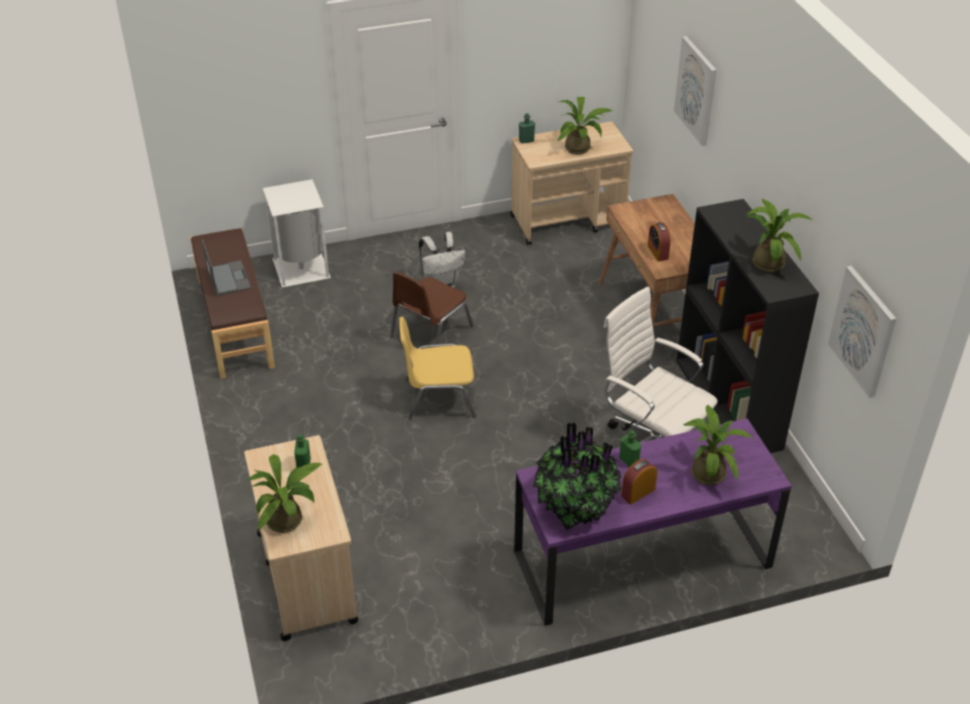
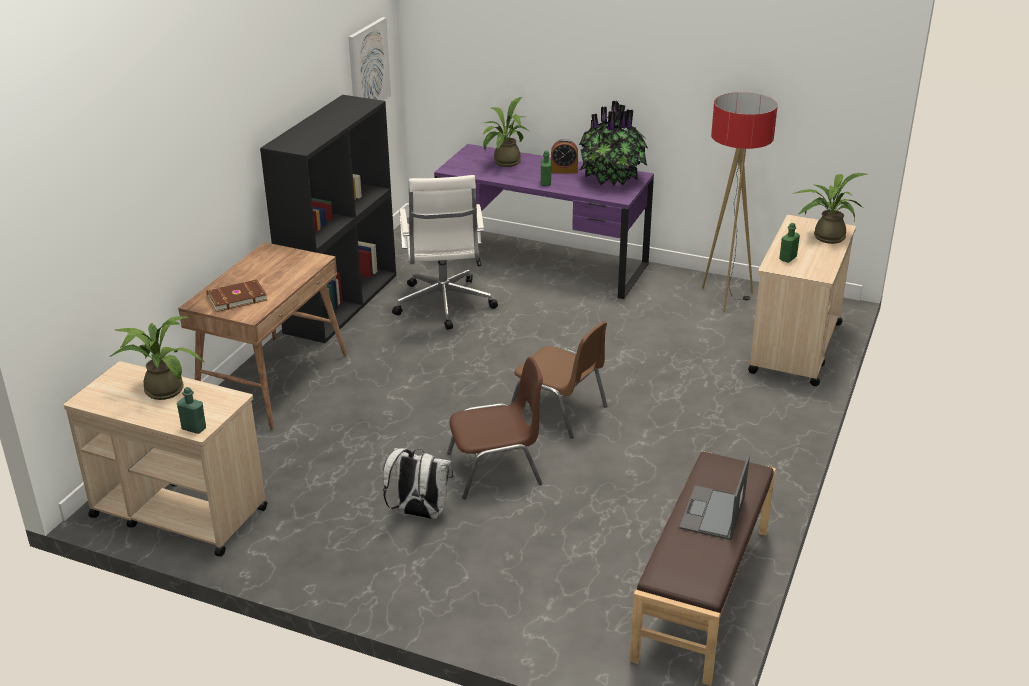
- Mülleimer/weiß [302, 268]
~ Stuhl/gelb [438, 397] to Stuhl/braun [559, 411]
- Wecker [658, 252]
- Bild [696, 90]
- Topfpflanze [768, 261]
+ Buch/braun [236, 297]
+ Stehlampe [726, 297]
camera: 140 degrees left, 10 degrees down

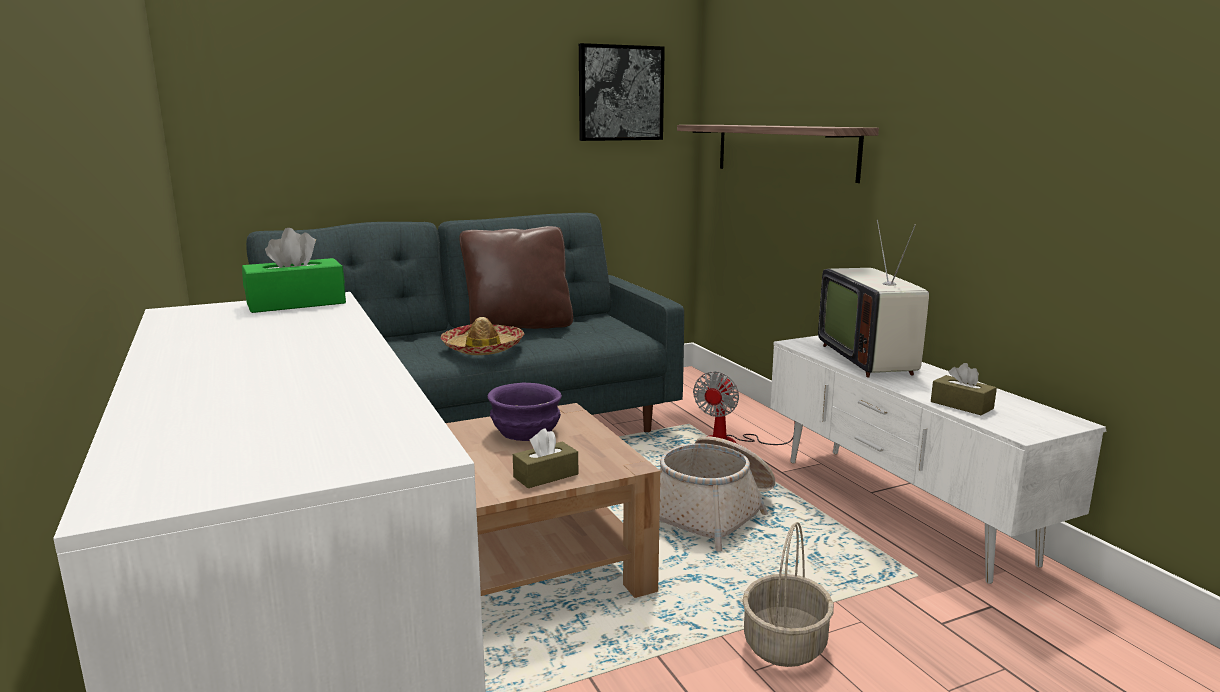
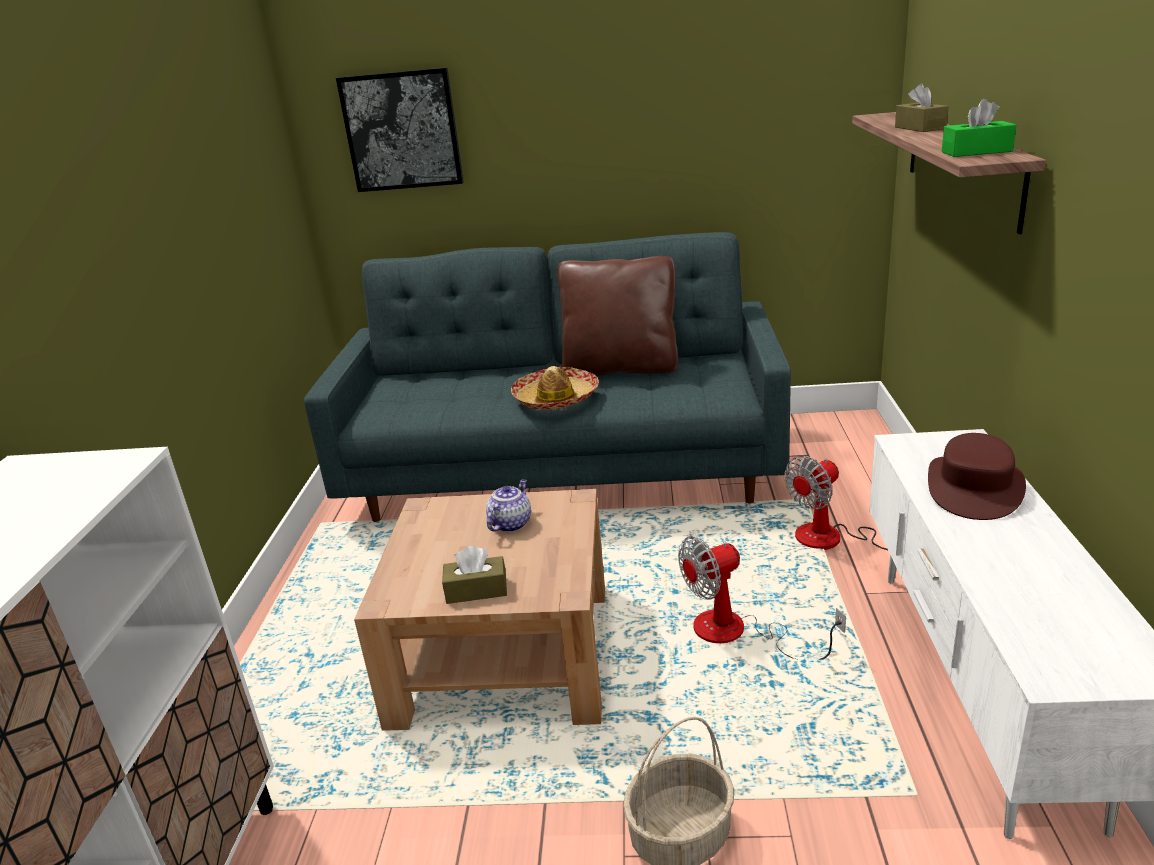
~ Taschentuchbox/grün [296, 303] to [976, 152]
~ Schüssel/lila [525, 432] to Teekanne [510, 523]
~ Bild [620, 93] to [402, 131]
~ Korb [712, 512] to Ventilator [737, 633]
~ Fernseher [870, 359] to Hut/braun [974, 488]
~ Taschentuchbox/braun [961, 405] to [920, 128]
camera: 30 degrees right, 10 degrees up

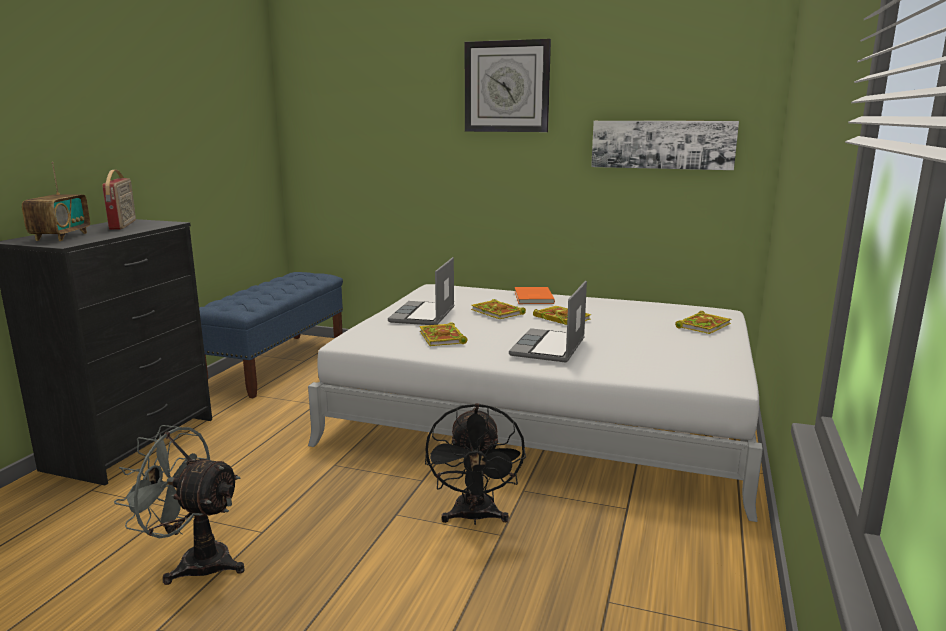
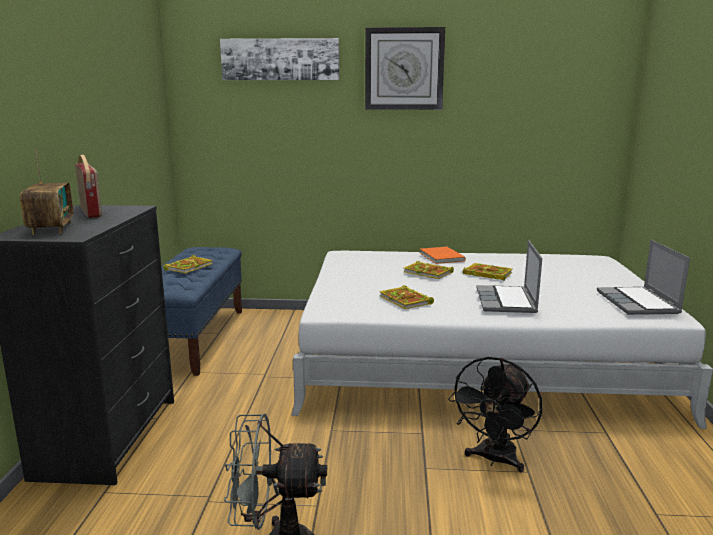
~ Laptop [423, 315] to [638, 303]
~ Ventilator/schwarz [474, 518] = [494, 460] 45 degrees clockwise
~ Bild [662, 144] to [280, 59]
~ Buch [703, 325] to [189, 267]
camera: 15 degrees left, 0 degrees up

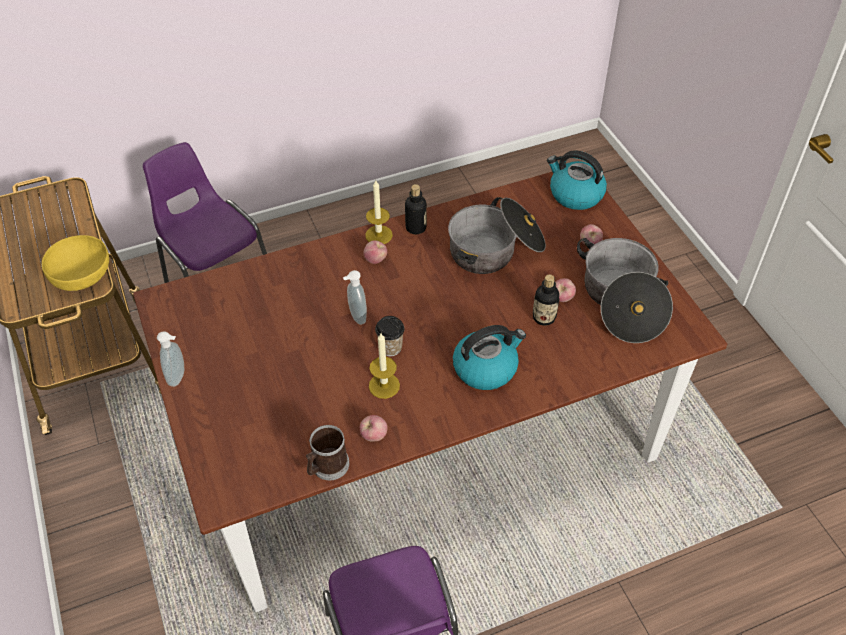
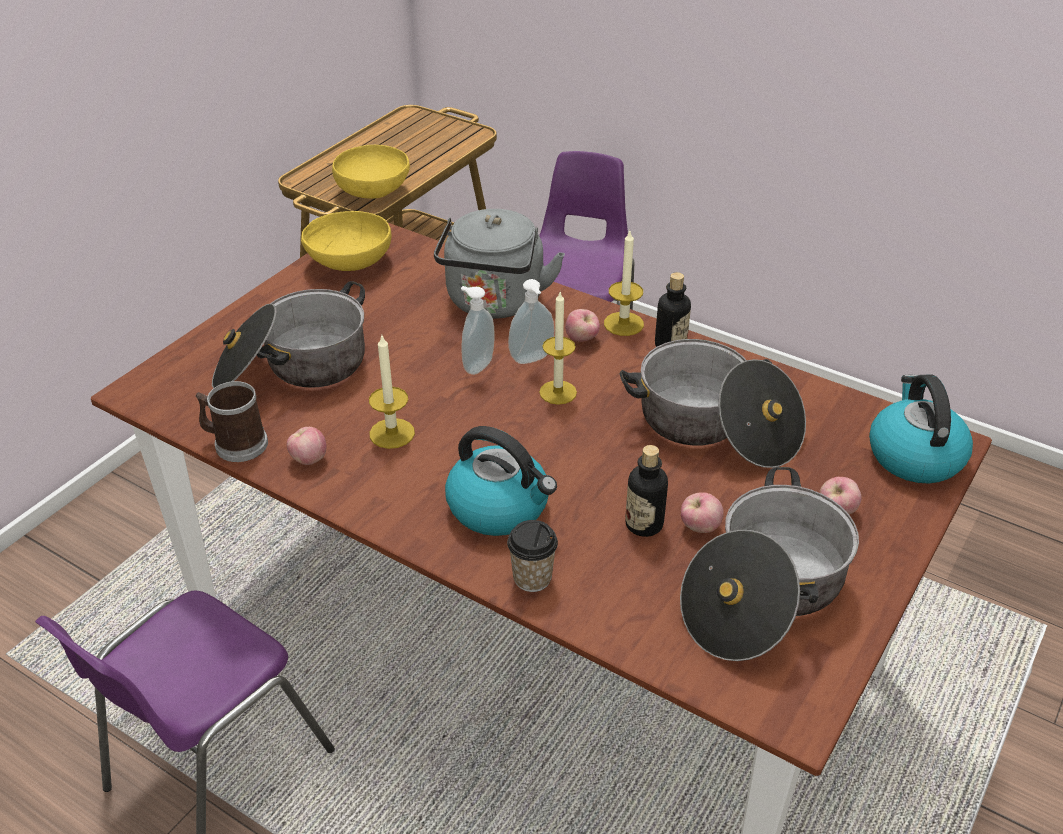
~ Seifenspender [179, 377] to [532, 359]
~ Tasse [390, 348] to [532, 578]
+ Kochtopf [293, 367]
+ Schüssel/gelb [349, 264]
+ Wasserkessel/grau [494, 303]
+ Kerze [558, 392]
camera: 55 degrees right, 10 degrees down

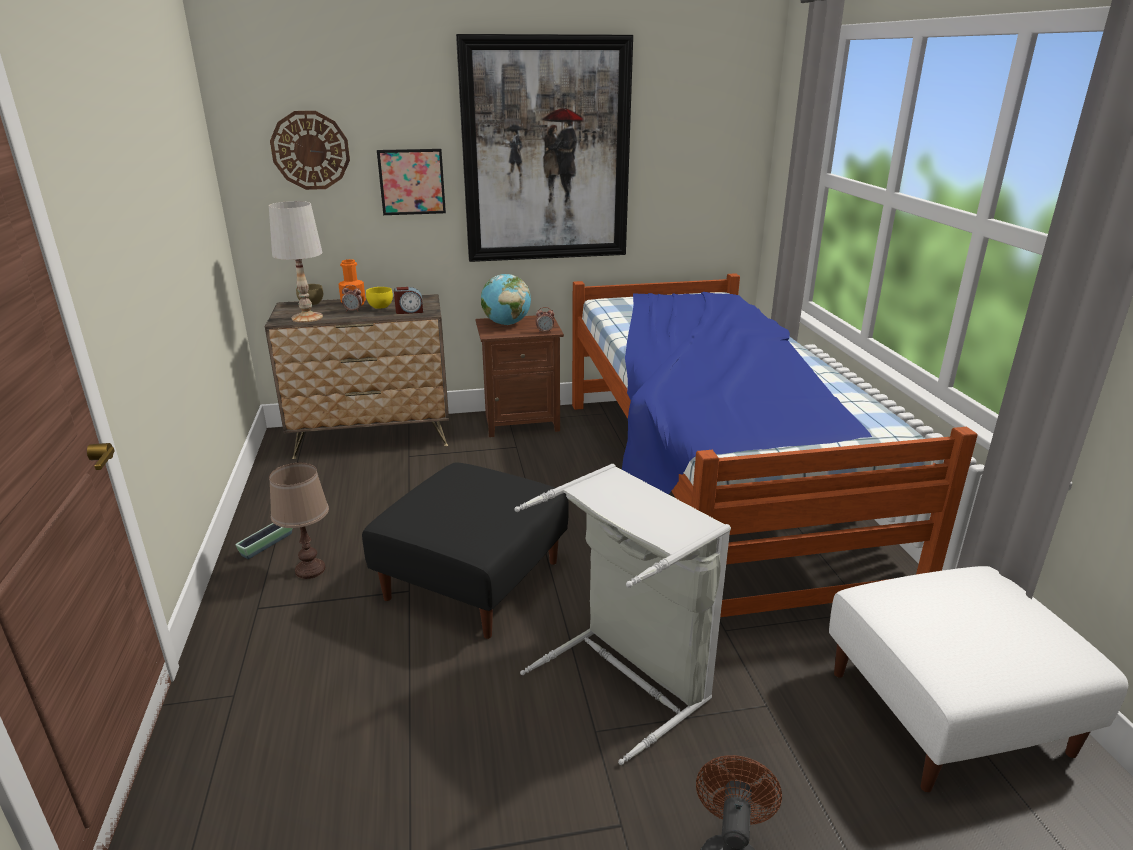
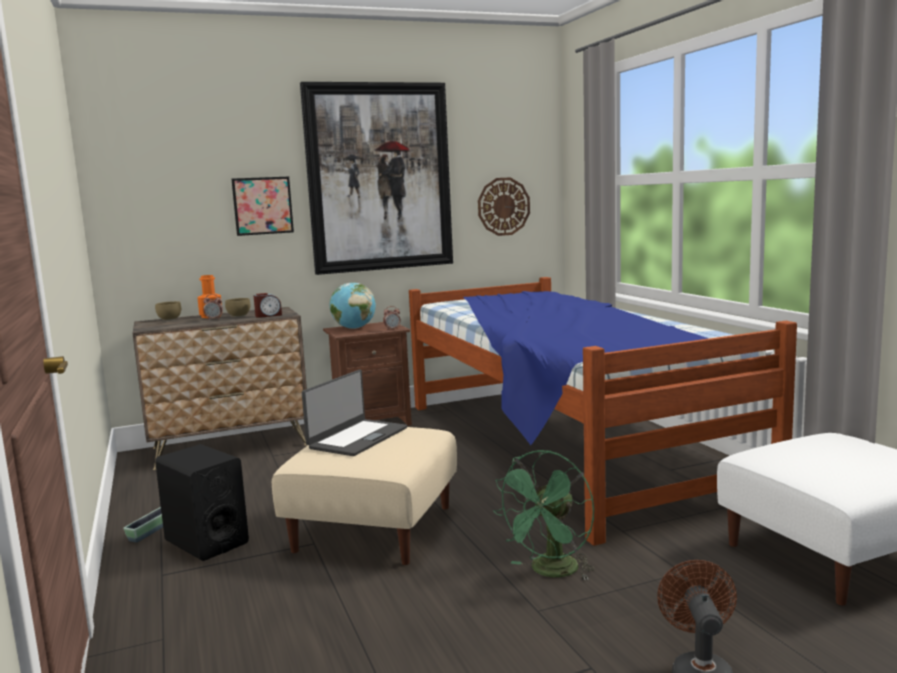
- Tischlampe/weiß [307, 317]
~ Tischlampe/braun [310, 569] to Lautsprecher/schwarz [206, 541]
~ Wanduhr [310, 150] to [503, 206]
~ Polsterhocker/schwarz [472, 579] to Polsterhocker/beige [373, 528]
~ Schüssel/gelb [381, 307] to Schüssel/braun [239, 316]
~ Wäschekorb/grau [628, 678] to Ventilator/grün [550, 572]
+ Laptop [357, 438]
camera: 10 degrees left, 15 degrees down

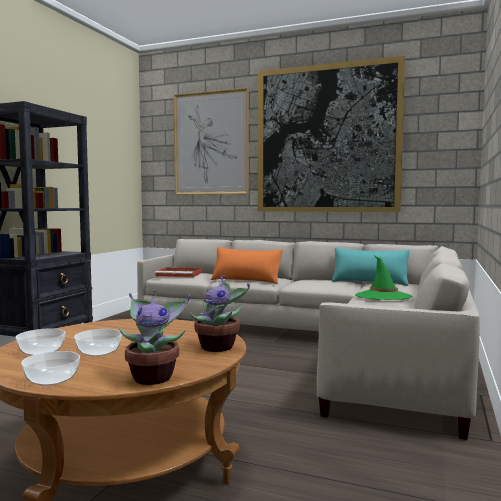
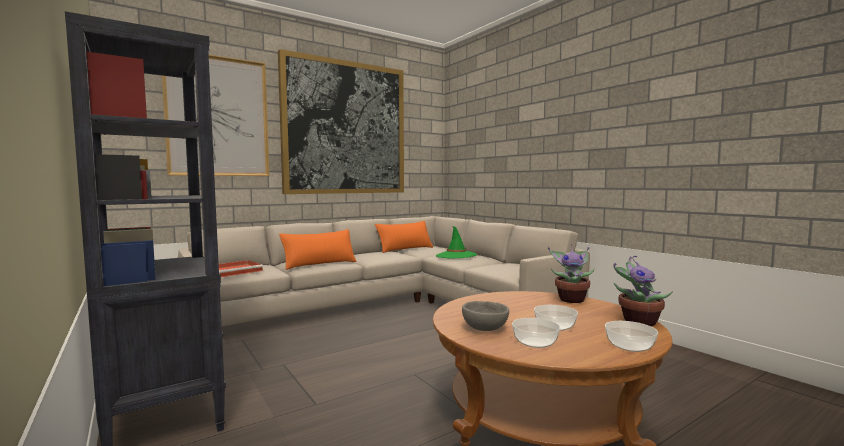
~ Kissen/türkis [369, 282] to Kissen/orange [405, 249]
+ Schüssel/grau [484, 328]
camera: 55 degrees left, 0 degrees up

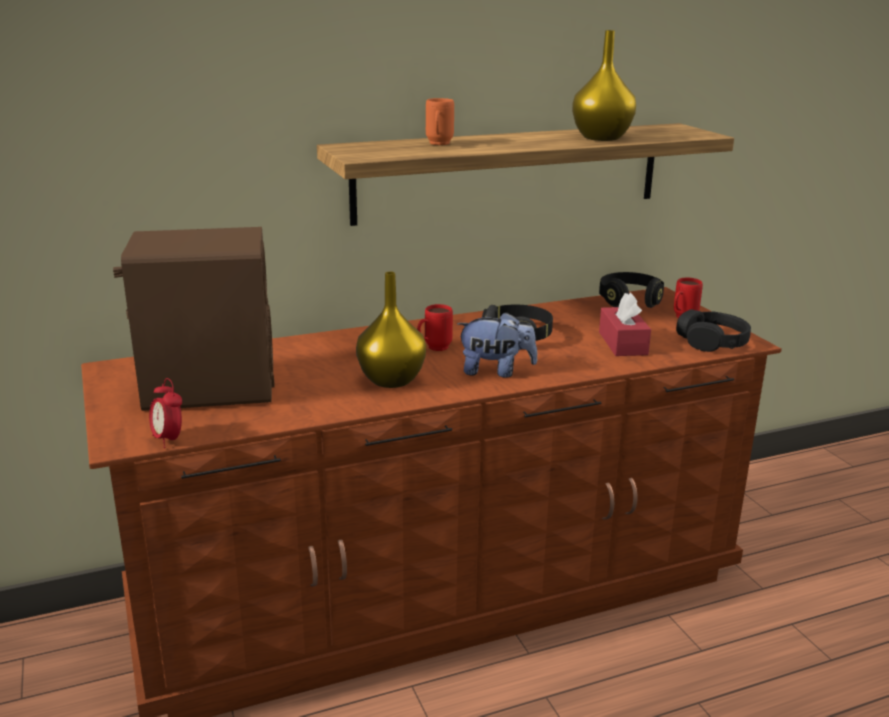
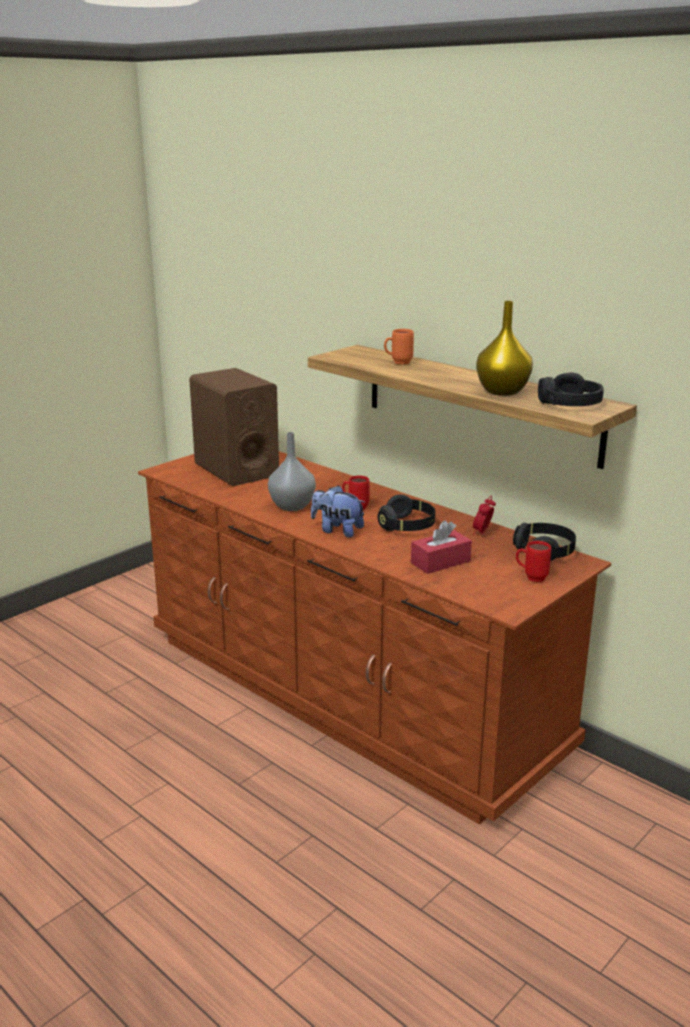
~ Wecker [168, 440] to [482, 533]
~ Vase/gelb [390, 380] to Vase/grau [291, 506]
~ Plüschtier [496, 371] = [337, 530] 135 degrees clockwise
~ Kopfhörer/schwarz [712, 341] to [569, 403]
camera: 65 degrees right, 0 degrees up

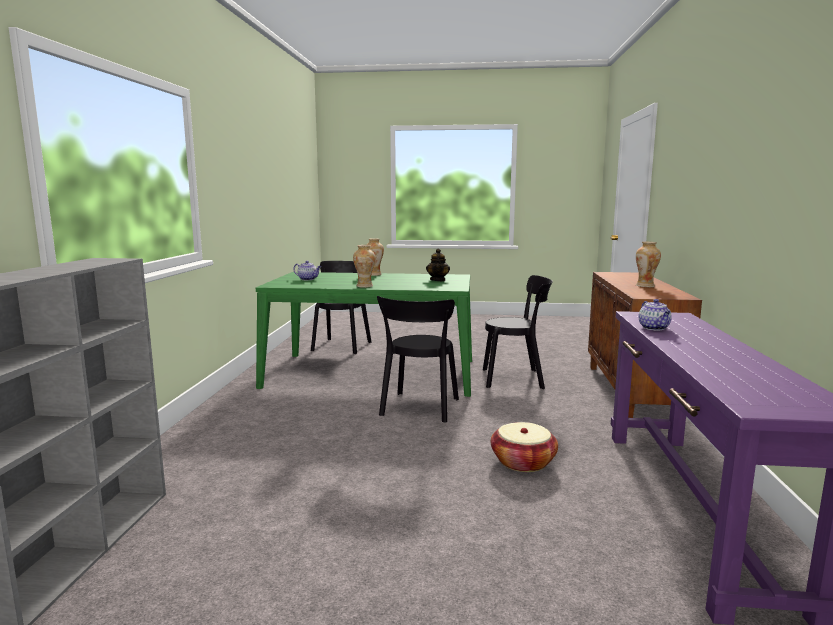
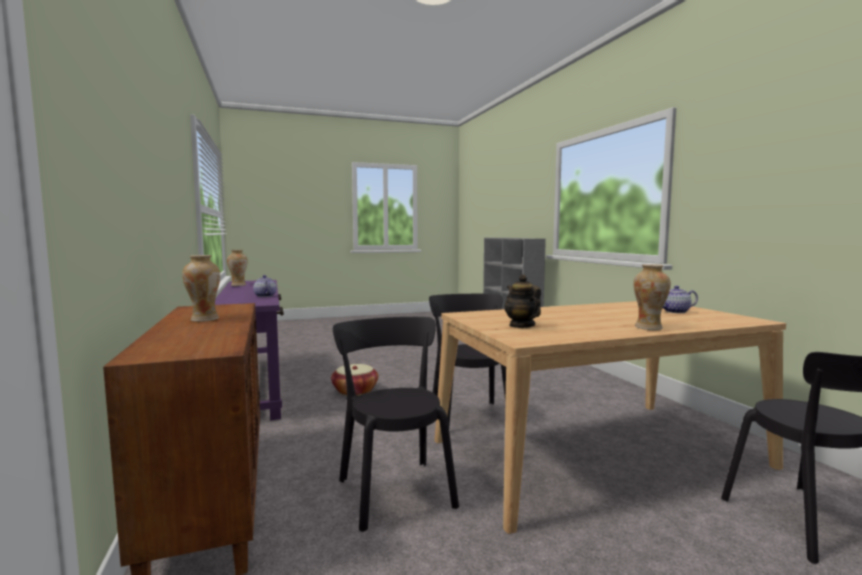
~ Esstisch/grün [372, 373] to Esstisch/beige [597, 453]
~ Vase [364, 286] to [238, 285]
~ Stuhl/schwarz [516, 379] = [394, 489] 90 degrees clockwise
camera: 155 degrees right, 5 degrees down

